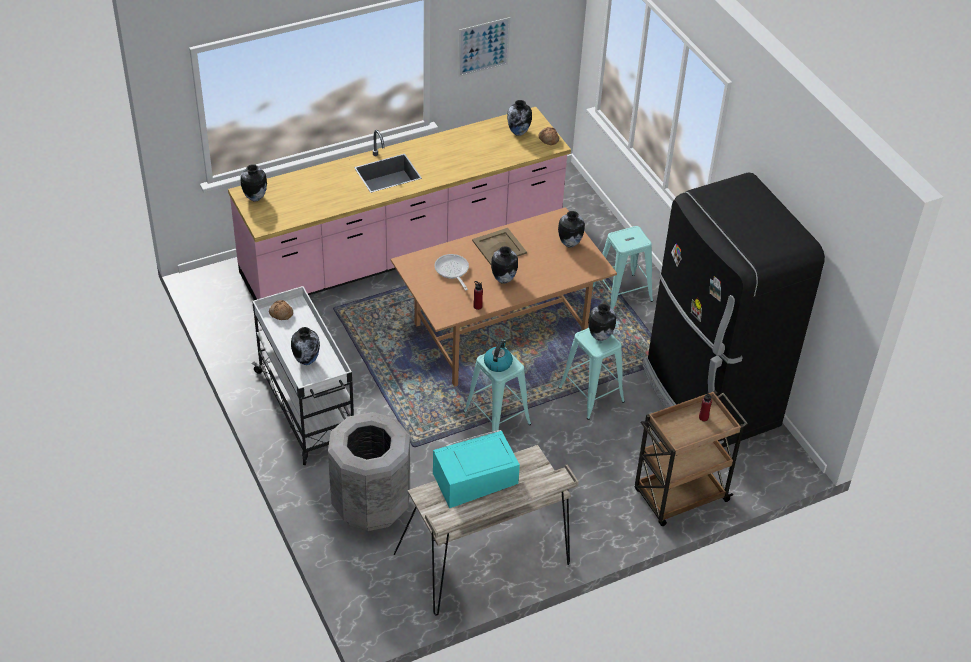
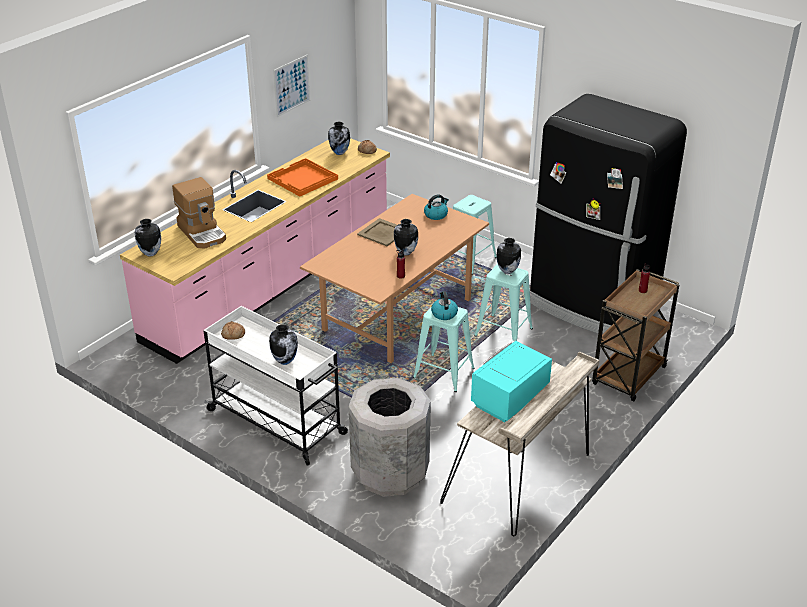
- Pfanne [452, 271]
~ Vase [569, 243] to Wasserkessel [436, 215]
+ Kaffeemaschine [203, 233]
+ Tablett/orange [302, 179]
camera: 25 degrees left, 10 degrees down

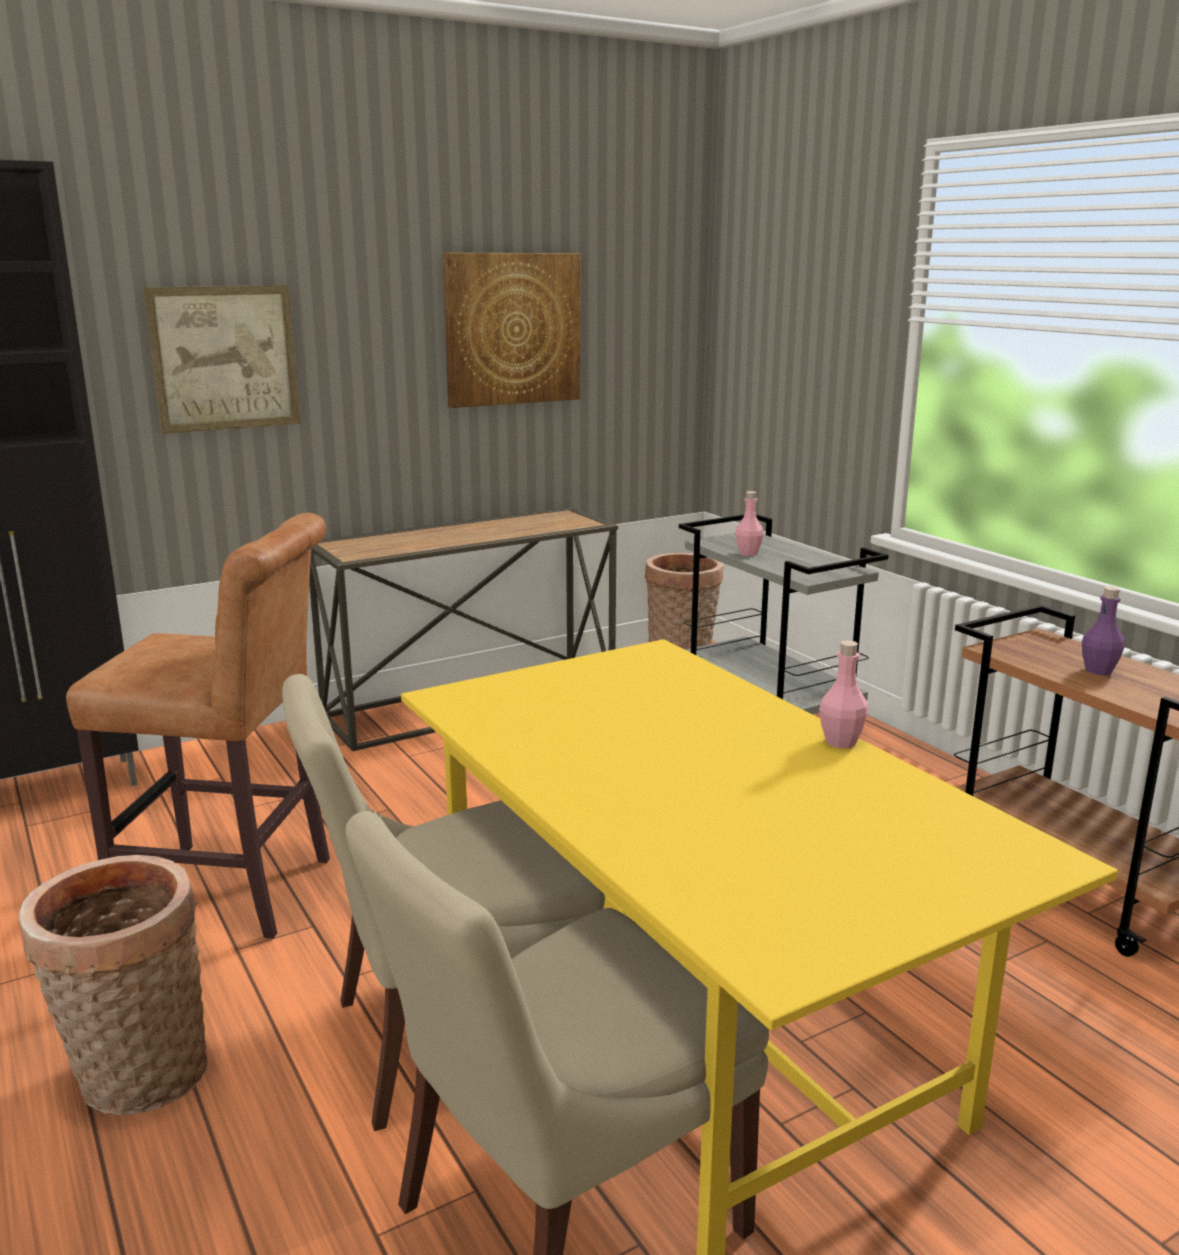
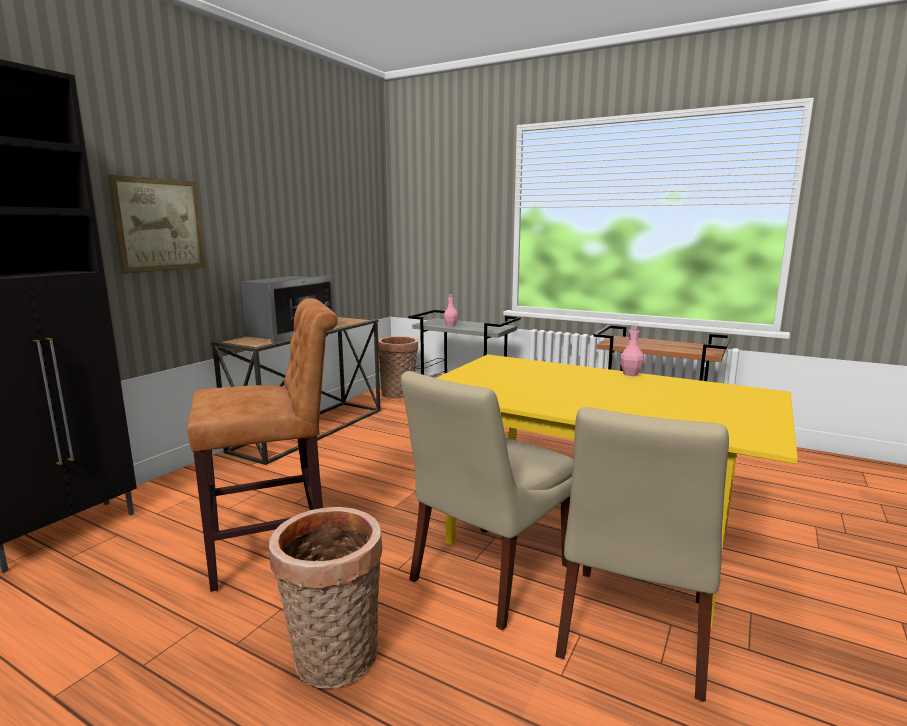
- Bild [512, 329]
- Flasche/lila [1098, 671]
+ Mikrowelle [289, 332]
camera: 30 degrees left, 5 degrees down

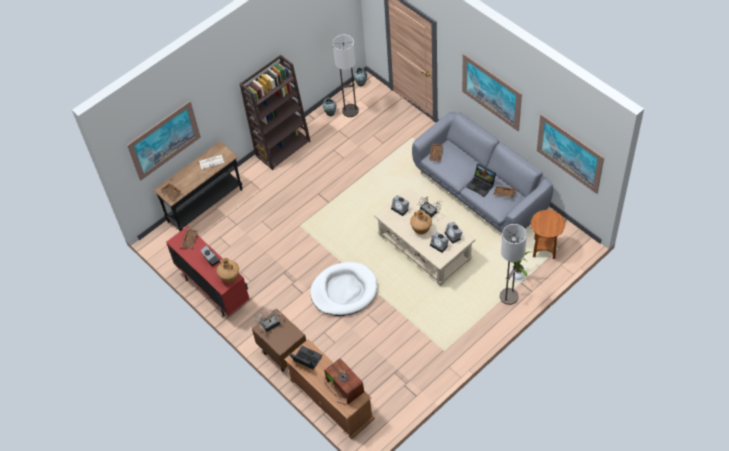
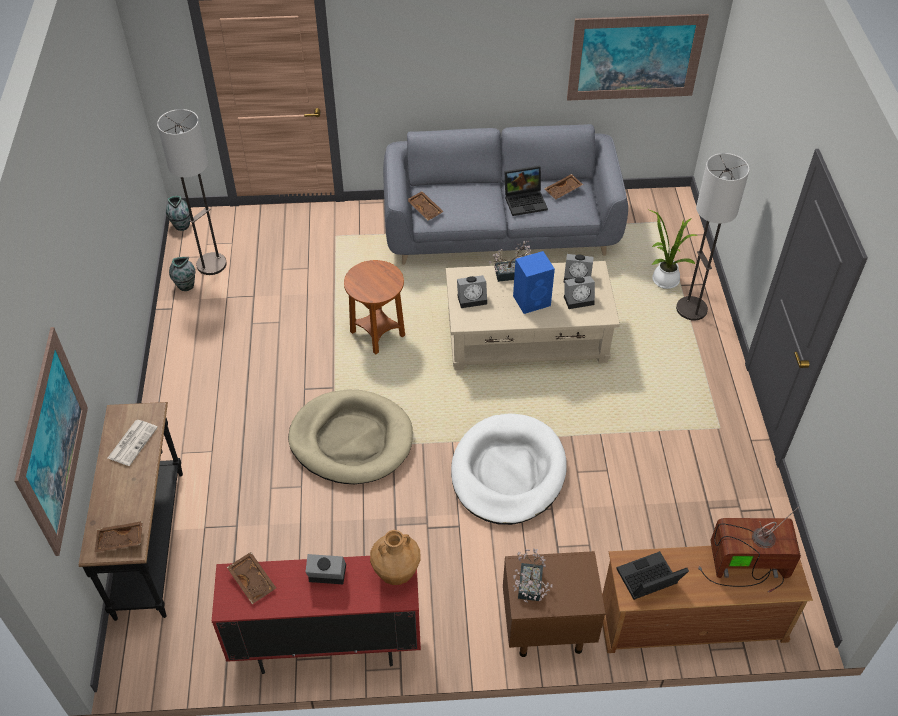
- Bücherregal/braun [283, 148]
~ Vase/braun [421, 230] to Lautsprecher/blau [532, 300]
- Bild [491, 92]
~ Beistelltisch/braun [544, 248] to [378, 334]
+ Hundebett/beige [351, 440]
camera: 55 degrees left, 5 degrees down

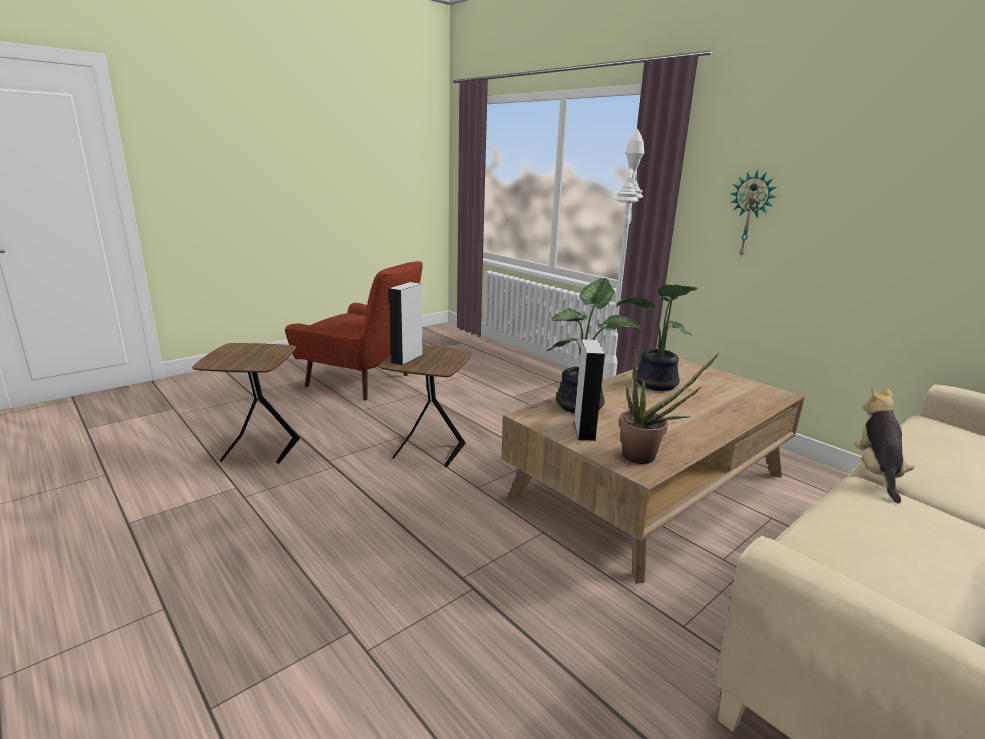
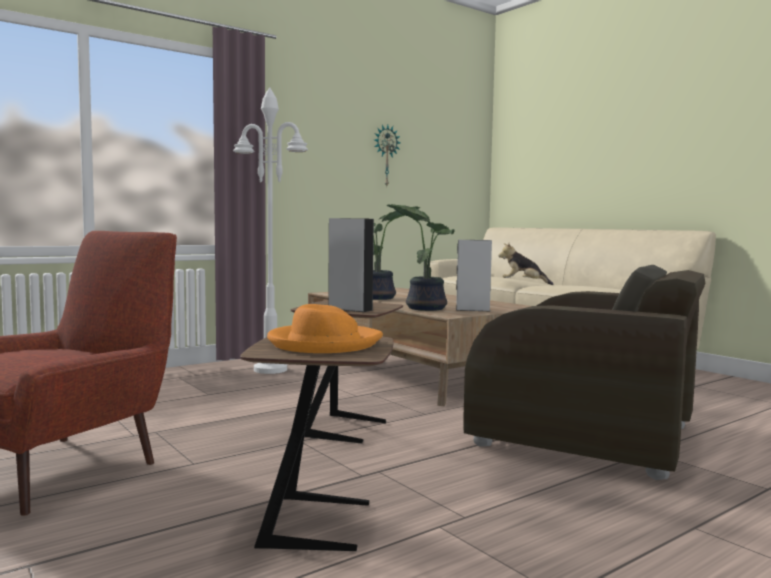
- Topfpflanze [646, 458]
~ Wanduhr [750, 214] to [385, 155]
+ Hut/orange [323, 343]
+ Sessel/braun [585, 436]
camera: 85 degrees left, 15 degrees down

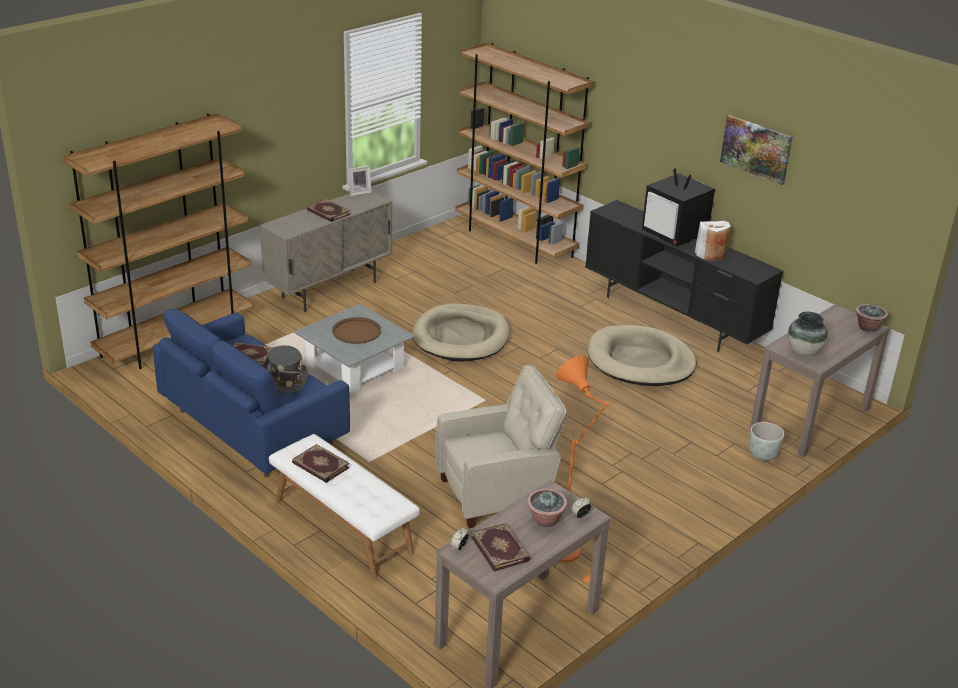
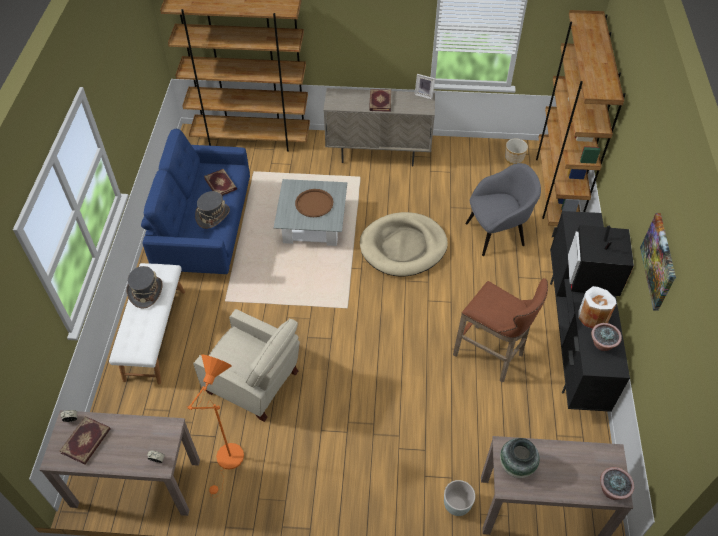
~ Buch [320, 466] to Hut/grau [146, 292]
~ Topfpflanze [545, 520] to [602, 345]
~ Hundebett/beige [640, 361] to Hocker/braun [491, 356]
+ Sessel/grau [496, 234]
+ Pflanzkübel [514, 158]
camera: 50 degrees right, 20 degrees up

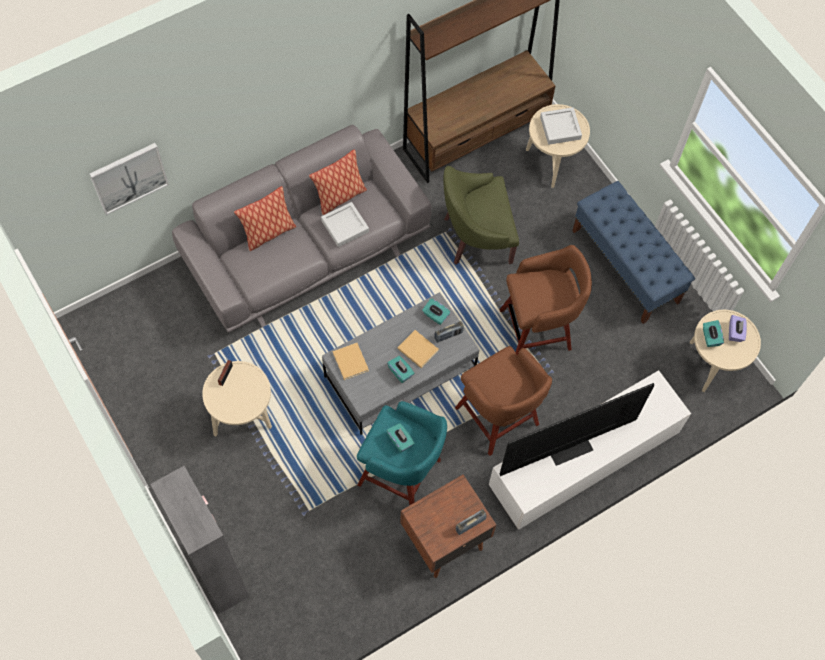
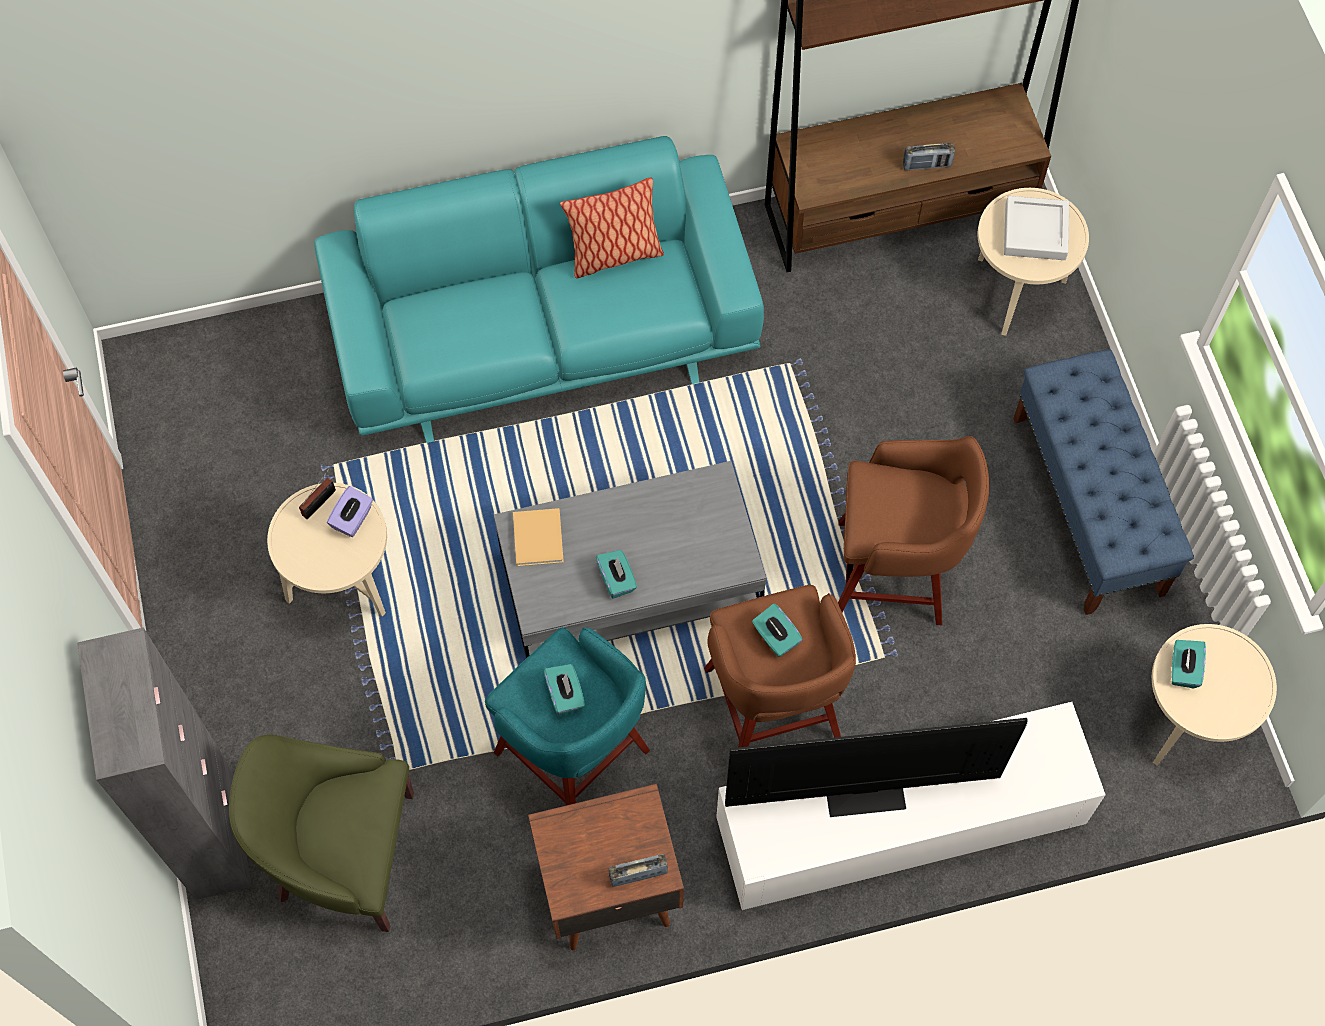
- Bild [129, 177]
~ Sofa/grau [307, 249] to Sofa/türkis [544, 332]
- Kissen [268, 233]
- Tablett/grau [345, 226]
- Buch/beige [417, 349]
~ Taschentuchbox/türkis [435, 315] to [775, 637]
~ Radio [448, 335] to [927, 165]
~ Sessel/grün [475, 236] to [342, 854]
~ Taschentuchbox/lila [735, 332] to [353, 519]
camera: 20 degrees right, 0 degrees up

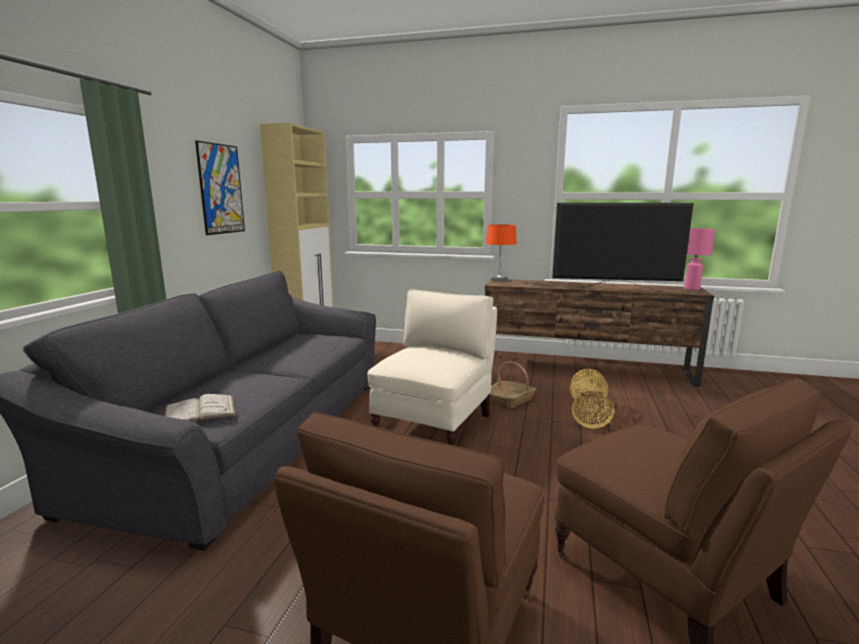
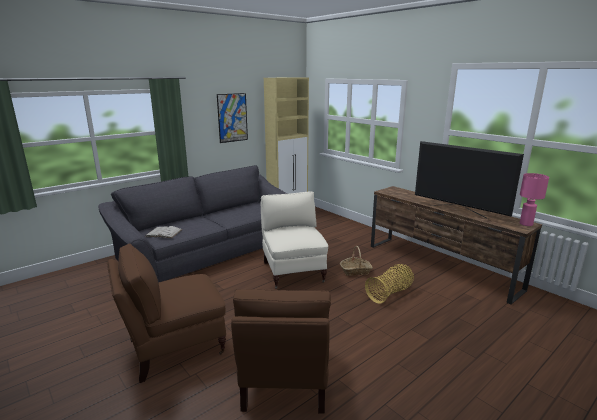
~ Sessel/beige [435, 425] = [293, 271] 75 degrees counterclockwise
- Tischlampe/orange [500, 281]
camera: 35 degrees right, 5 degrees up

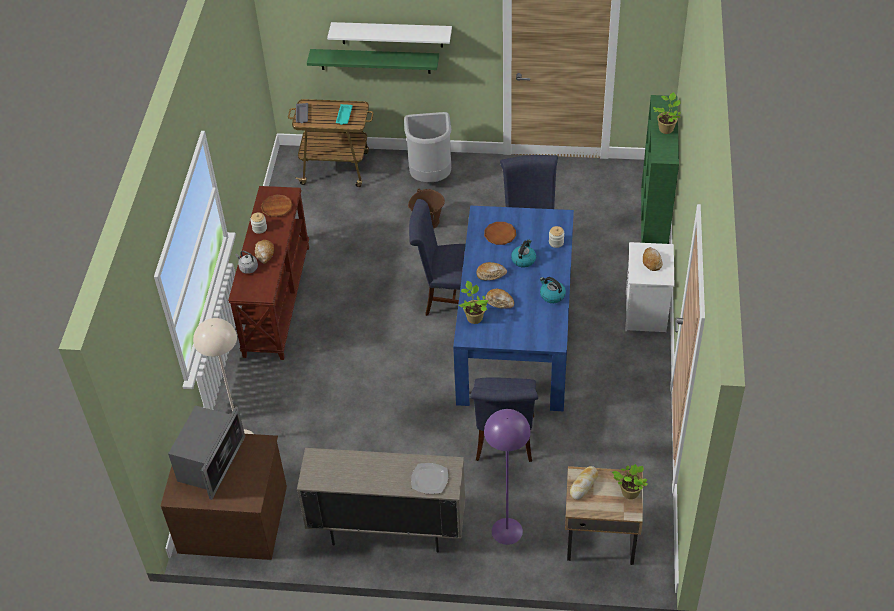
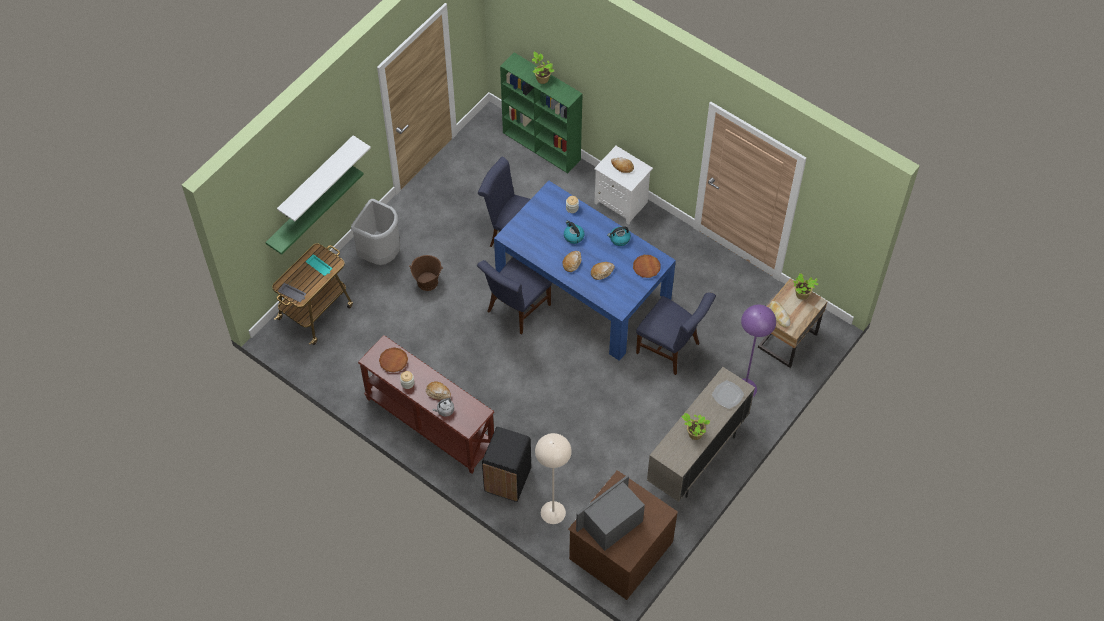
~ Mikrowelle [210, 462] = [612, 523] 90 degrees counterclockwise
~ Topfpflanze [474, 317] to [694, 434]
~ Teller/braun [500, 235] to [646, 267]
+ Mülleimer/schwarz [507, 480]
camera: 60 degrees left, 10 degrees up

